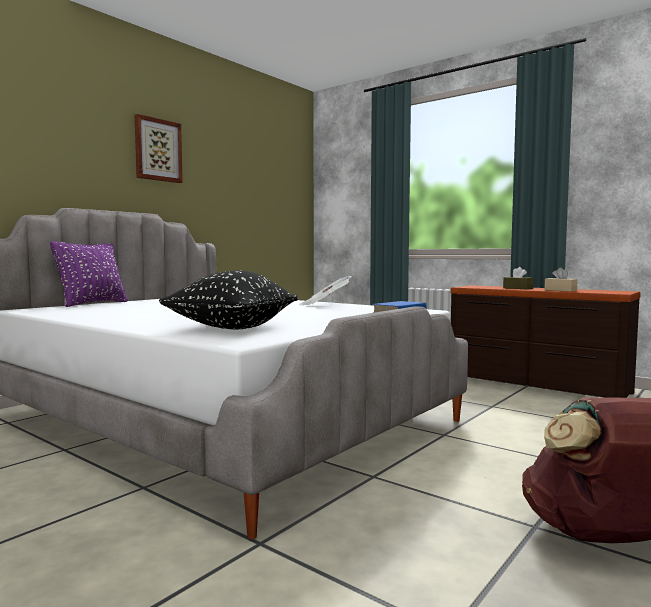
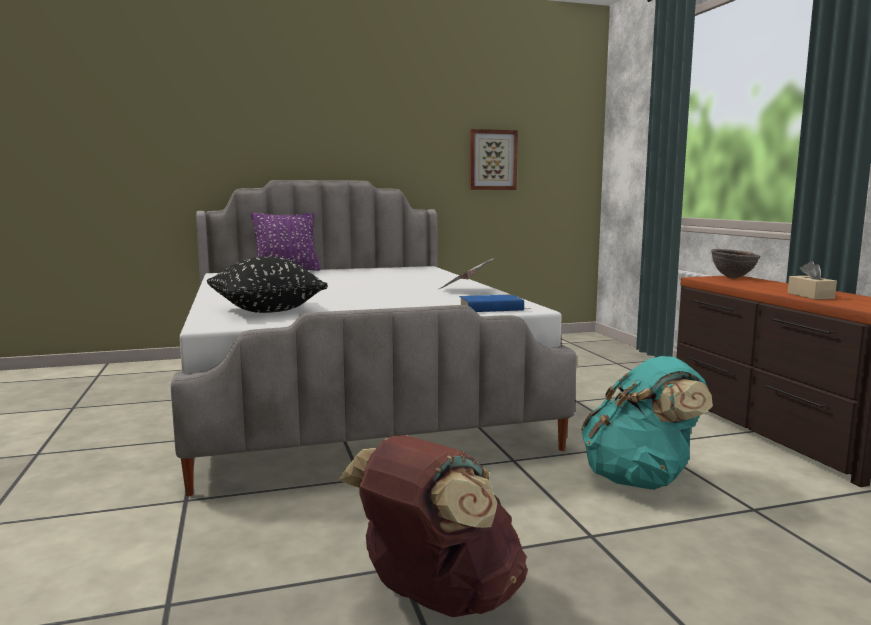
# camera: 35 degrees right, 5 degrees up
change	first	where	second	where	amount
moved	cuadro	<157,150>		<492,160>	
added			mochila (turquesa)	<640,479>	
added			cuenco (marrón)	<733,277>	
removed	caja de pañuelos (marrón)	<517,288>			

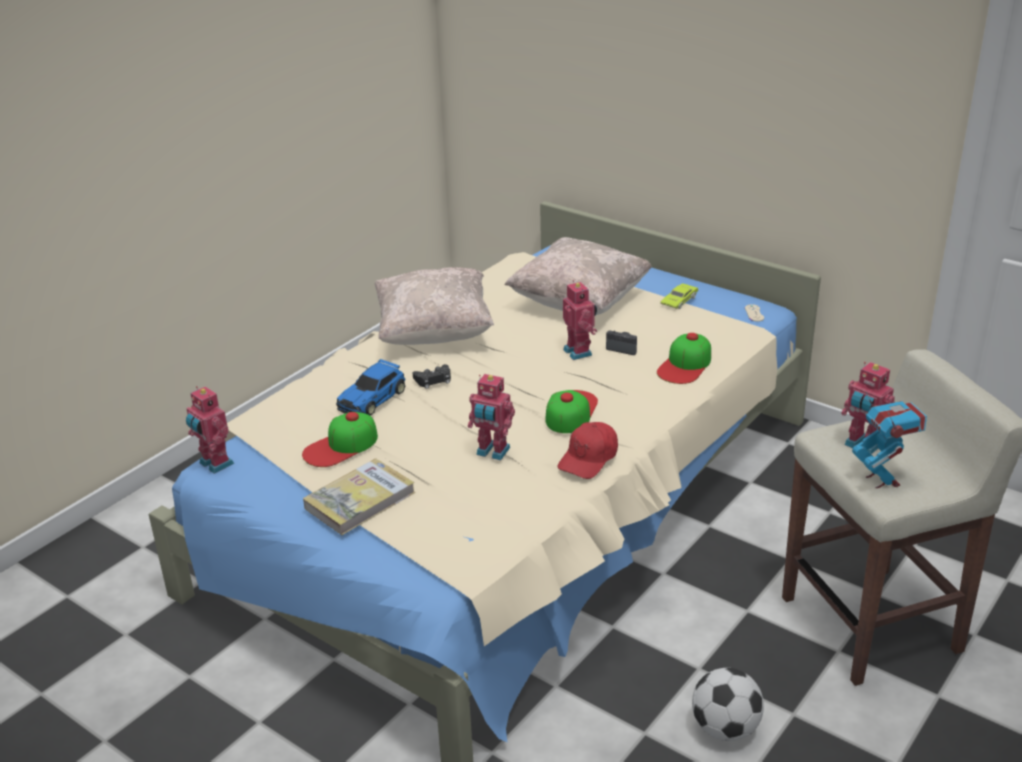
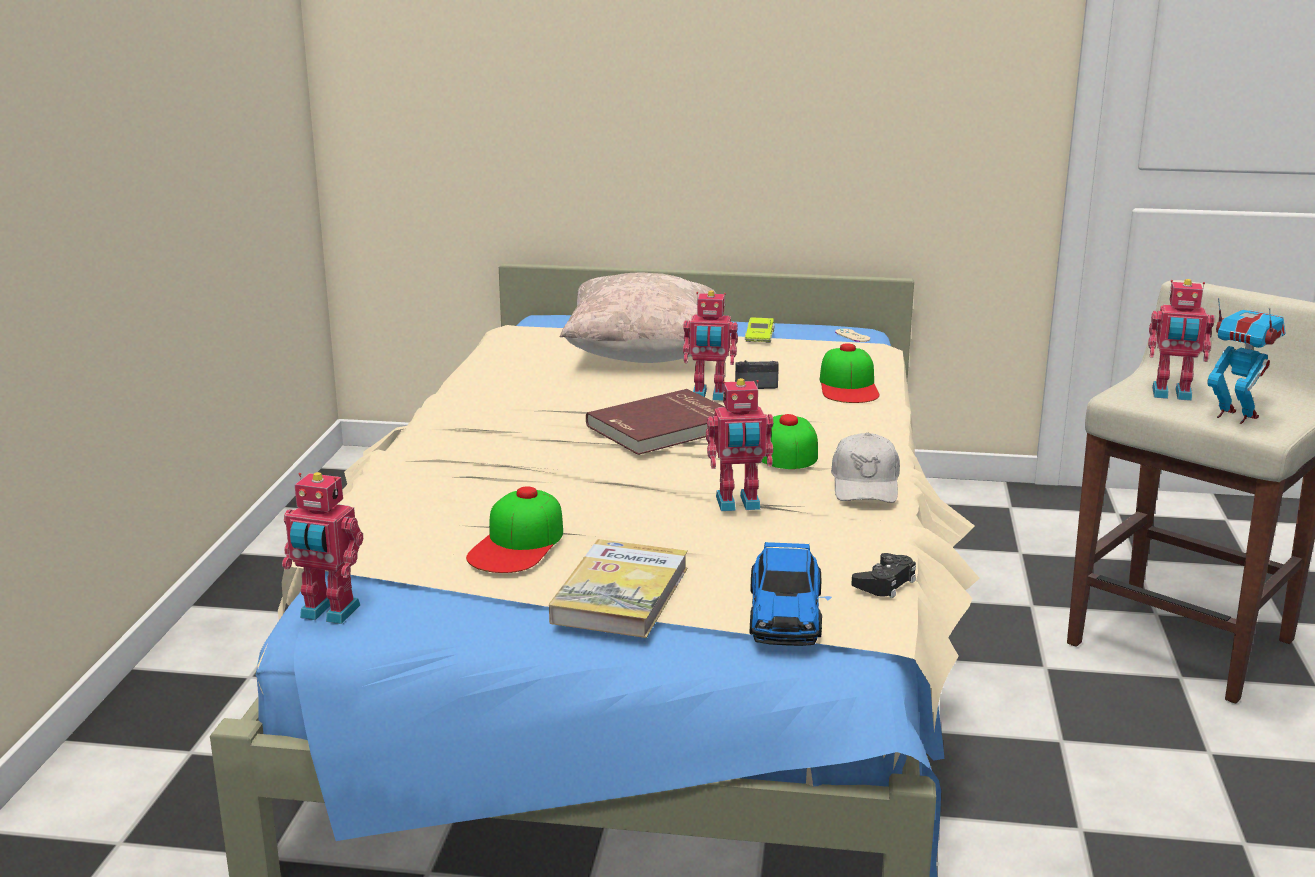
# camera: 30 degrees left, 10 degrees down
change	first	where	second	where	amount
added			libro (rojo)	<664,428>	
turned	robot de juguete	<579,352>		<709,396>	150 degrees clockwise
moved	coche de juguete	<373,398>		<785,613>	
recoloured	gorra (rojo)	<589,458>	gorra (blanco)	<865,485>	
moved	mando de consola (negro)	<433,380>		<885,582>	
removed	cojín (beis)	<434,333>			
removed	balón de fútbol	<725,728>			

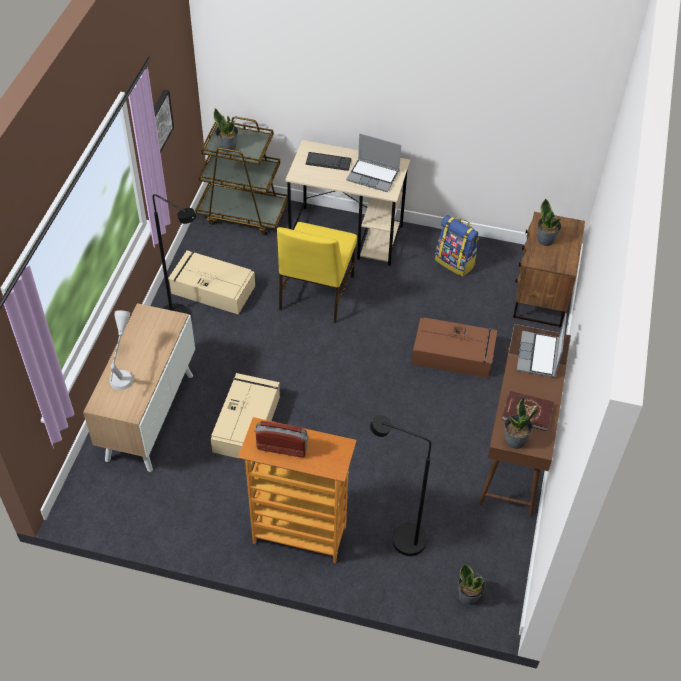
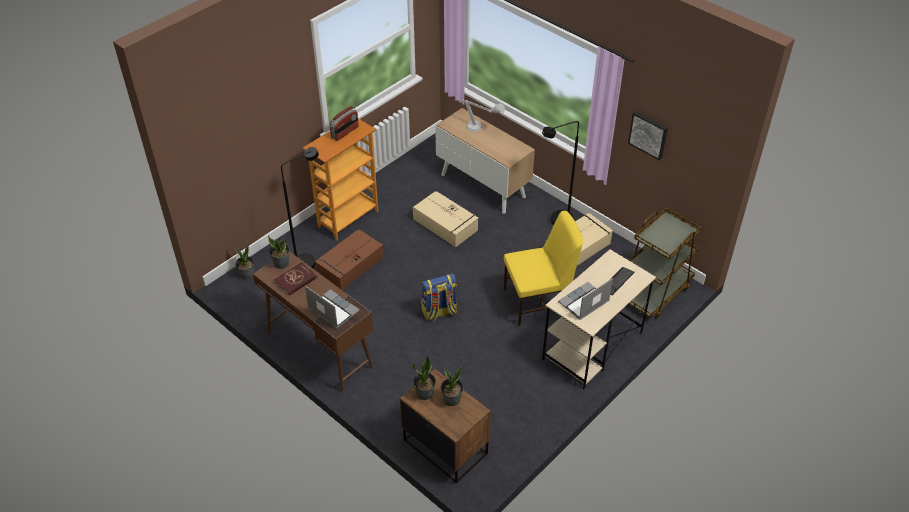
# camera: 120 degrees right, 5 degrees down
change	first	where	second	where	amount
moved	caja de almacenaje (marrón)	<454,354>		<350,266>	
moved	planta en maceta	<228,147>		<425,393>	
moved	mochila	<455,262>		<439,312>	
turned	silla (amarillo)	<315,293>		<539,302>	120 degrees clockwise

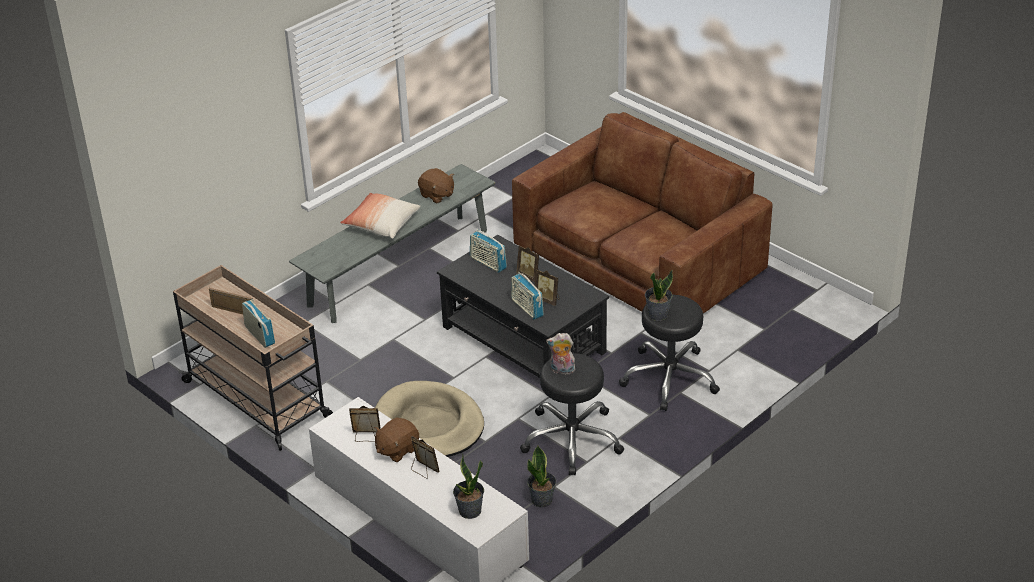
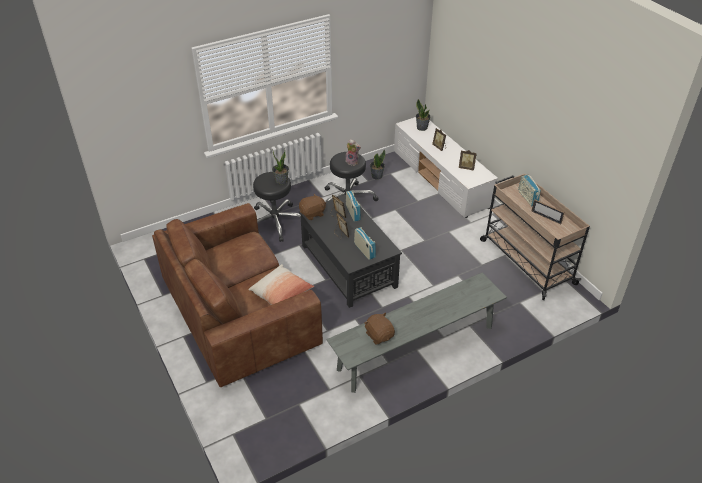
# camera: 165 degrees left, 5 degrees up
change	first	where	second	where	amount
moved	cojín	<381,224>		<282,294>	
moved	peluche (marrón)	<397,450>		<312,214>	
removed	cama para perro (beis)	<429,425>			

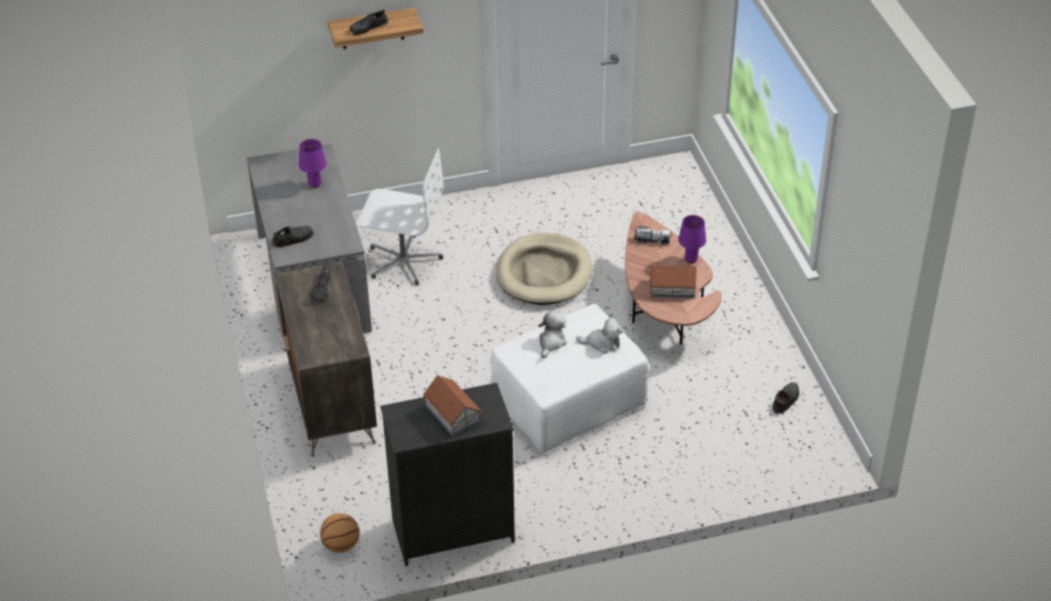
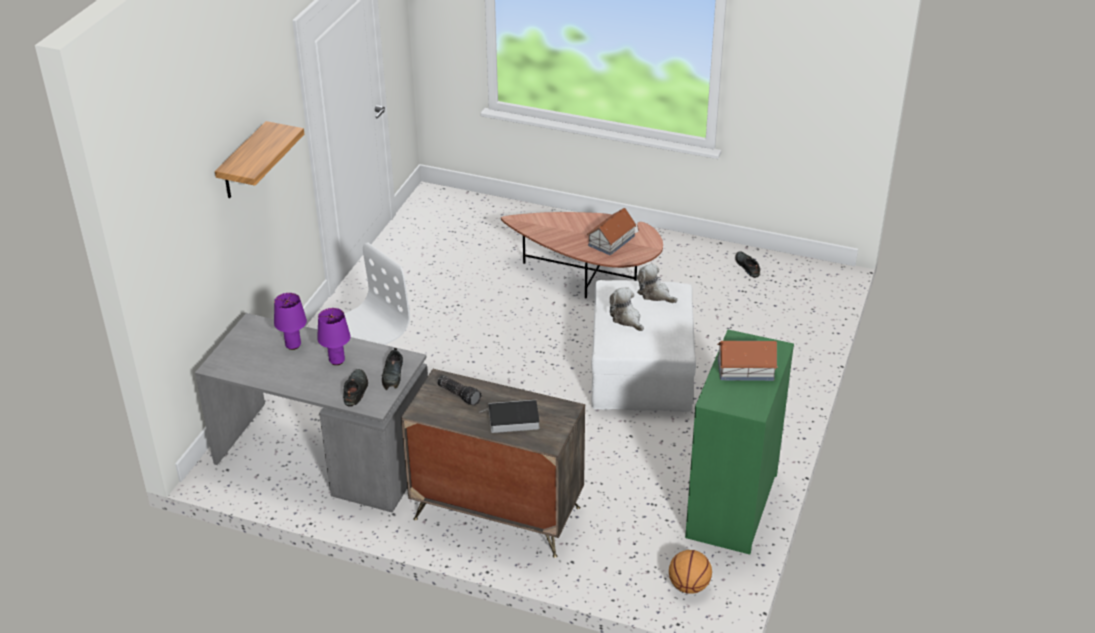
# camera: 55 degrees left, 5 degrees down
change	first	where	second	where	amount
moved	lámpara de mesa (morado)	<691,259>		<337,361>	
moved	zapato (negro)	<368,27>		<393,374>	
added			libro	<512,419>	
turned	peluche	<602,343>		<655,294>	90 degrees counterclockwise
recoloured	cómoda (negro)	<452,530>	cómoda (verde)	<731,505>	
removed	cama para perro (beis)	<544,273>			
removed	camión de juguete	<652,240>			

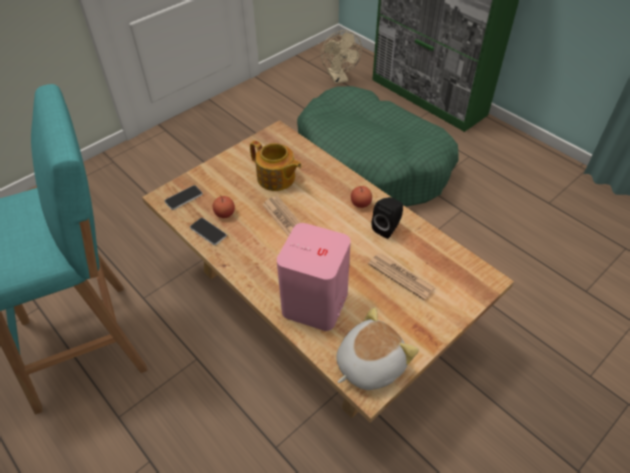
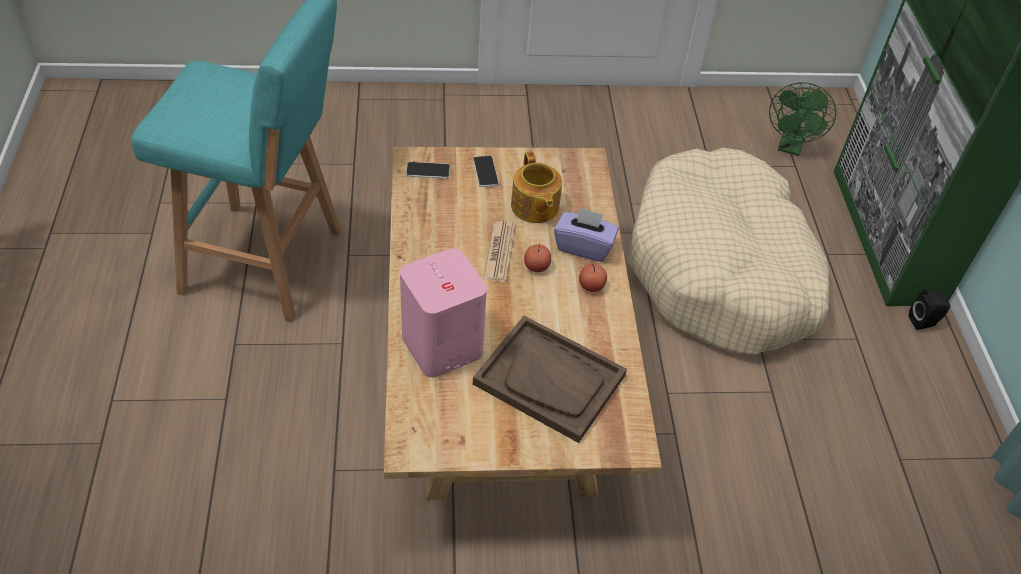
# camera: 35 degrees right, 0 degrees up
change	first	where	second	where	amount
moved	móvil	<208,232>		<485,172>	
replaced	periódico	<401,276>	bandeja (marrón)	<550,380>	
moved	manzana	<225,214>		<536,266>	
added			caja de pañuelos (morado)	<584,246>	
recoloured	cama para perro (verde)	<372,163>	cama para perro (beis)	<721,271>	
recoloured	ventilador (beis)	<339,79>	ventilador (verde)	<790,147>	
moved	altavoz (negro)	<387,228>		<924,322>	
removed	peluche	<369,364>			

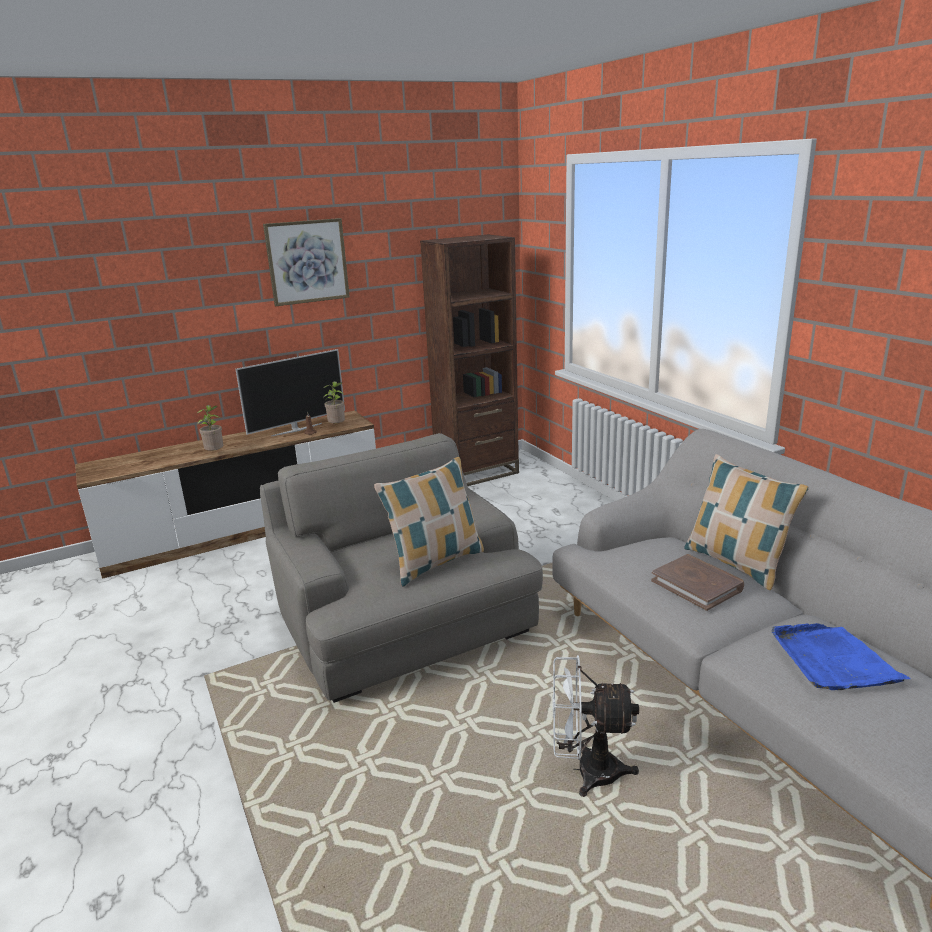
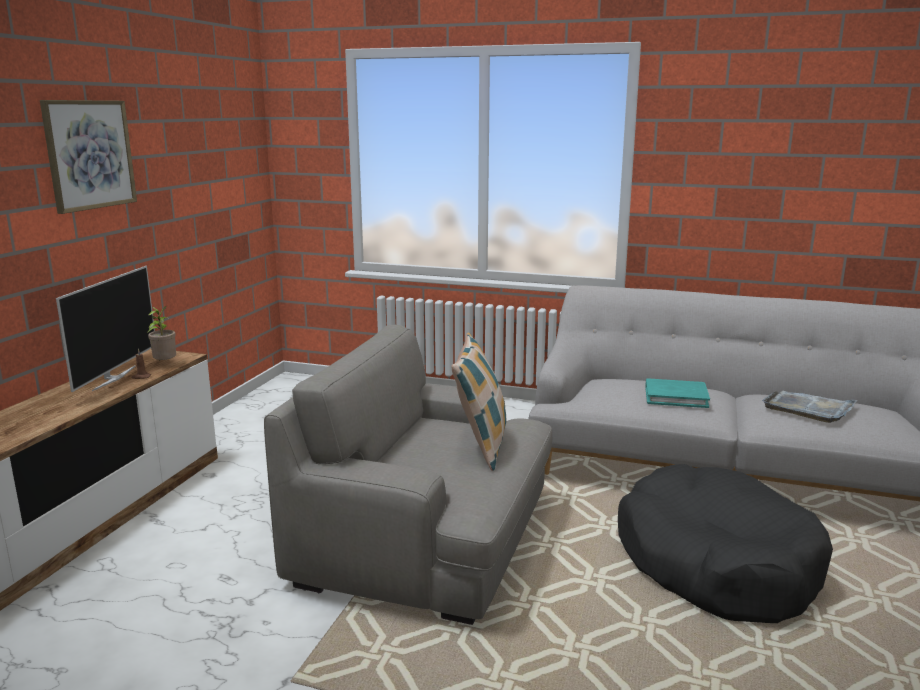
# camera: 45 degrees left, 5 degrees down
change	first	where	second	where	amount
replaced	ventilador (blanco)	<586,771>	cama para perro (negro)	<715,563>	
recoloured	libro (marrón)	<697,585>	libro (turquesa)	<676,396>	
recoloured	bandeja (azul)	<832,661>	bandeja (gris)	<809,408>	
removed	planta en maceta	<215,454>			
removed	estantería (marrón)	<477,473>			
removed	cojín	<736,563>			

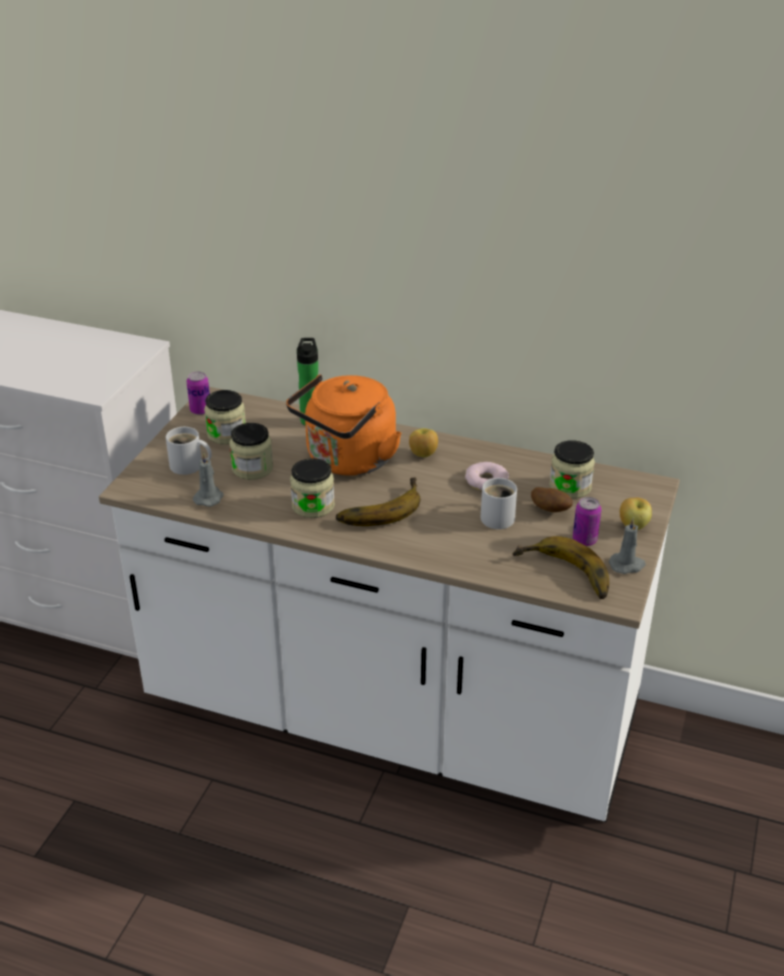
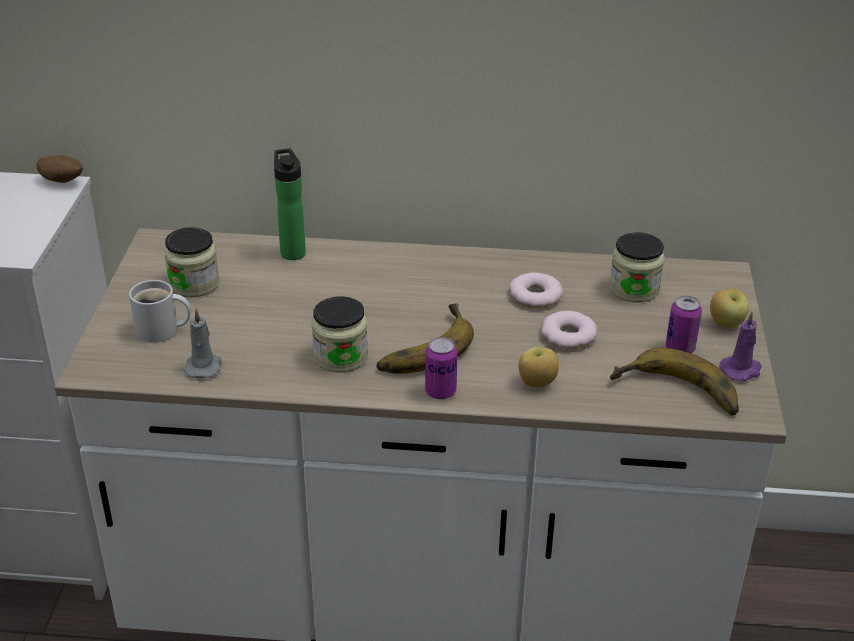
# camera: 15 degrees left, 0 degrees up
change	first	where	second	where	amount
moved	patata	<550,510>		<62,182>	
moved	lata	<200,410>		<440,391>	
moved	manzana	<423,455>		<536,383>	
replaced	taza grande (blanco)	<498,516>	rosquilla	<568,335>	
recoloured	vela (gris)	<627,565>	vela (morado)	<741,370>	
removed	tarro	<252,468>			
removed	hervidor (naranja)	<347,461>			

